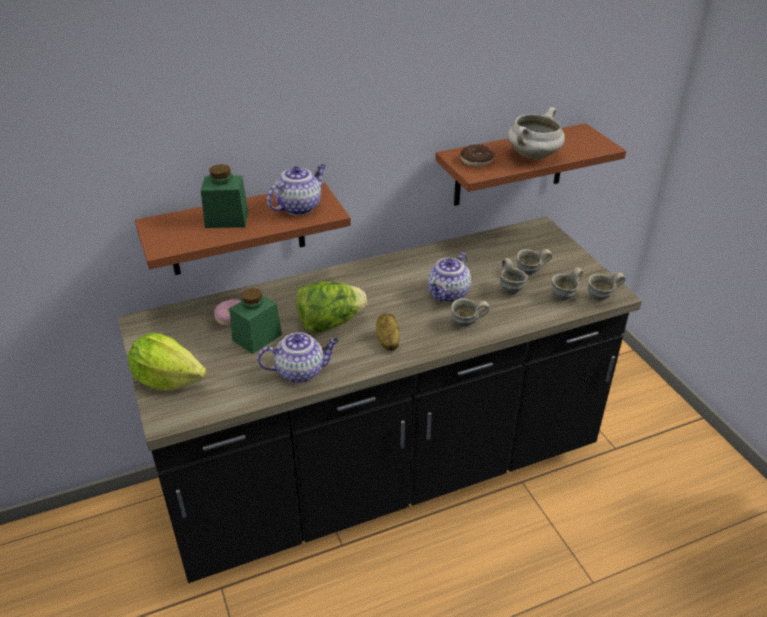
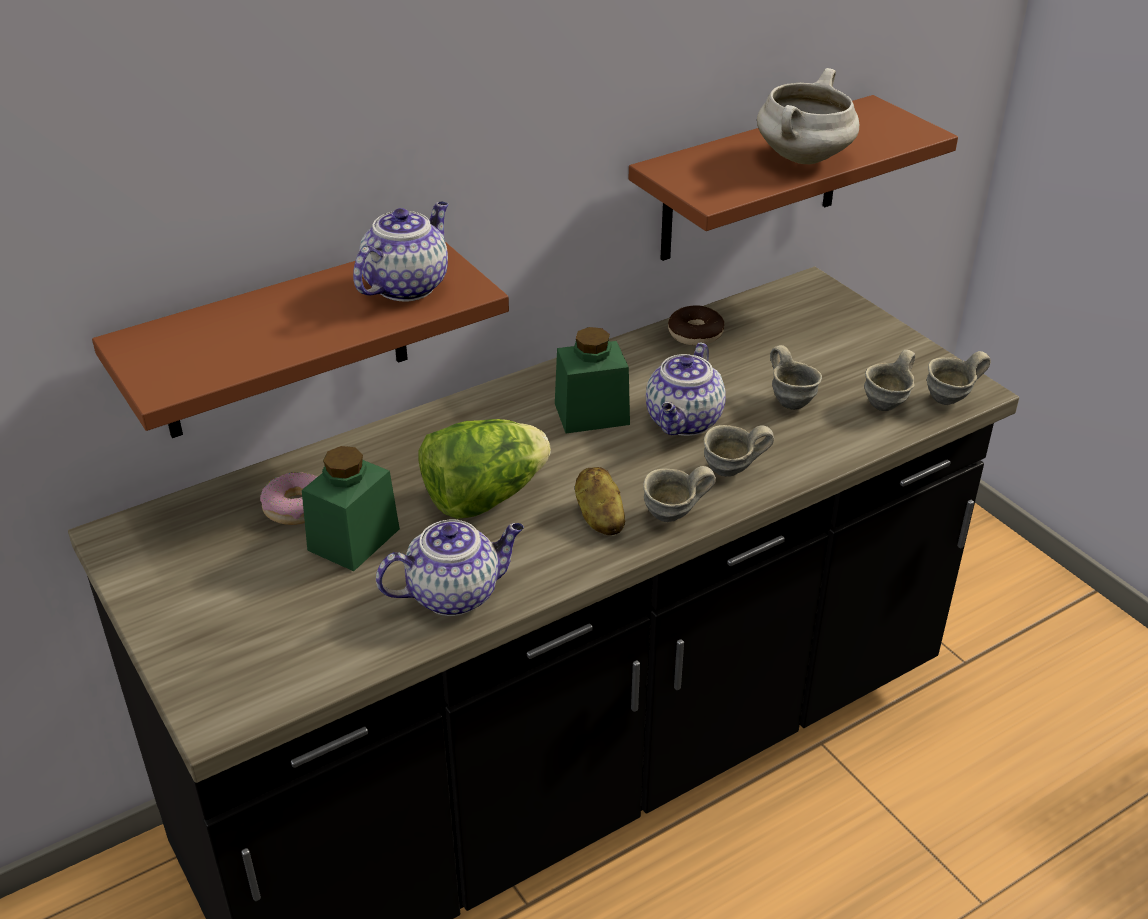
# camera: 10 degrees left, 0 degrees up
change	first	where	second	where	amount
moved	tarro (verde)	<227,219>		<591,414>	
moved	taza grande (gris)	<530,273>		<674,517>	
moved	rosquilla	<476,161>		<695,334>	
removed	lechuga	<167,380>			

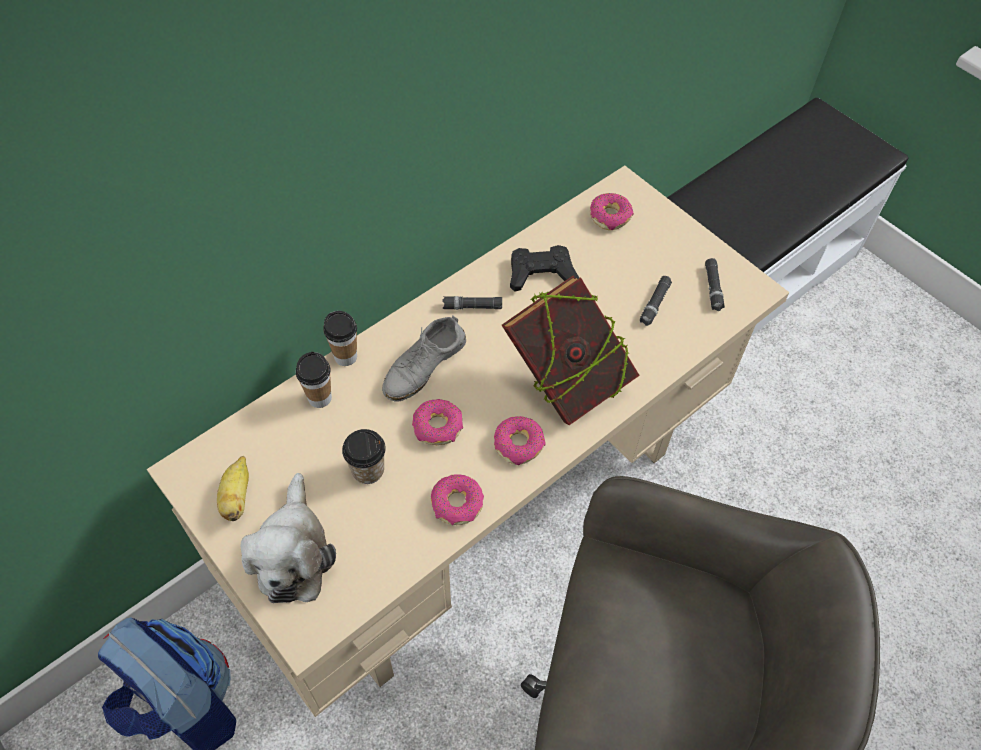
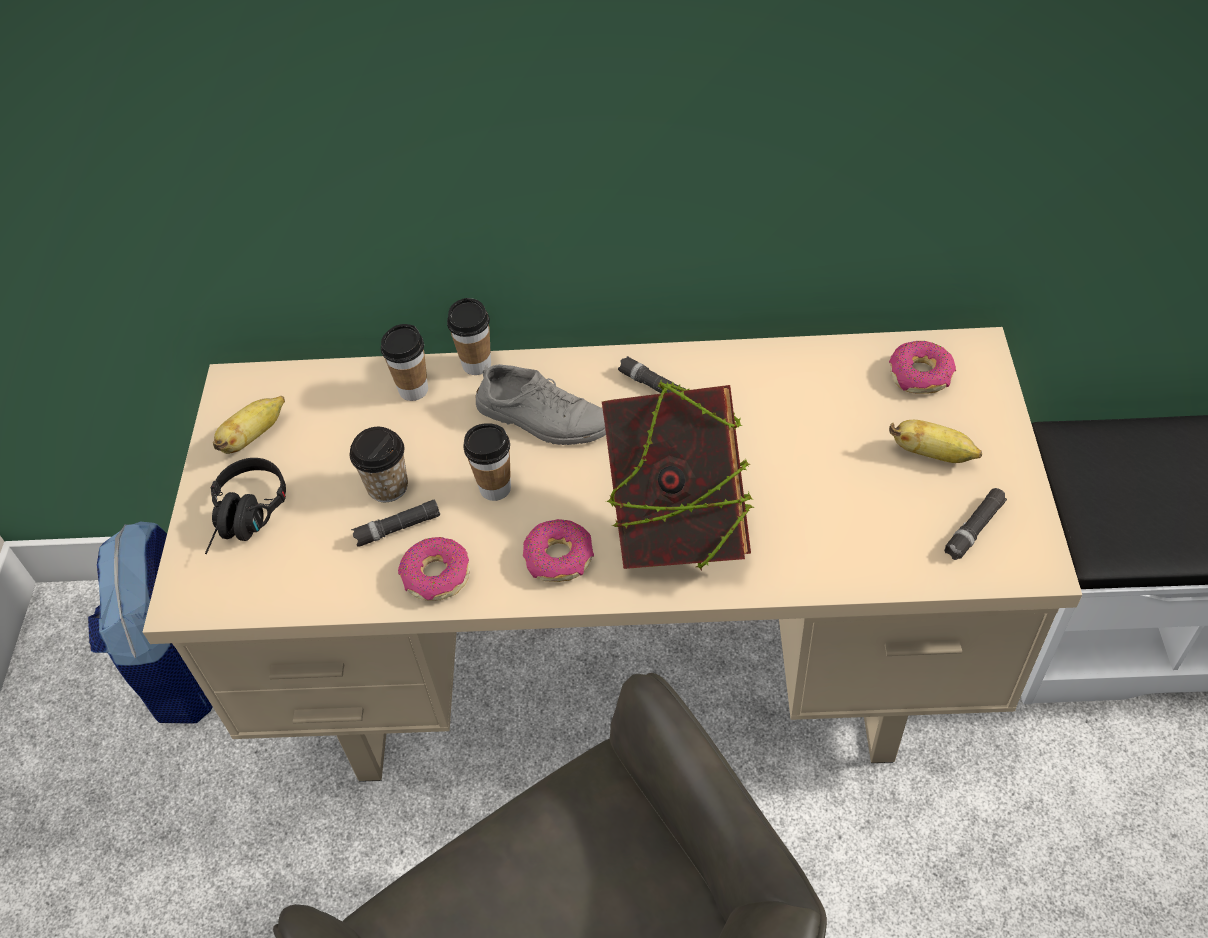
# camera: 45 degrees right, 5 degrees down
change	first	where	second	where	amount
replaced	peluche	<293,553>	auriculares (negro)	<247,519>	
moved	linterna (negro)	<655,304>		<397,528>	
replaced	rosquilla	<438,427>	taza	<495,488>	
turned	zapato (gris)	<424,366>		<543,418>	150 degrees counterclockwise
added			plátano	<933,454>	
removed	mando de consola (negro)	<541,273>			

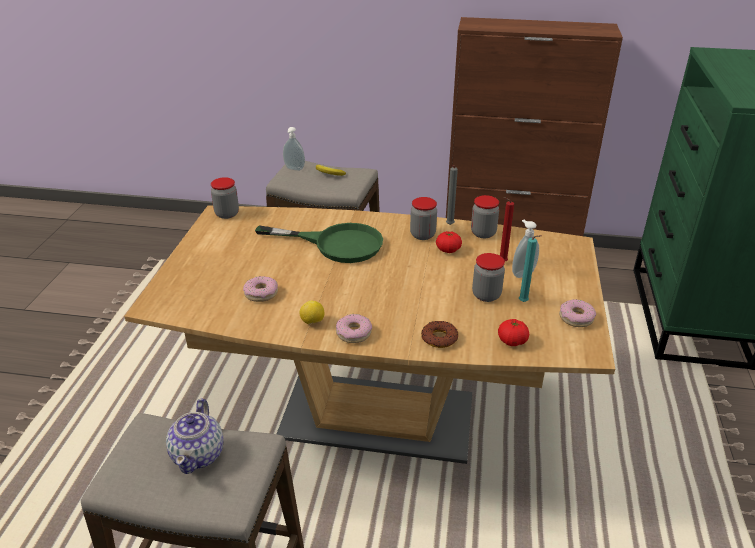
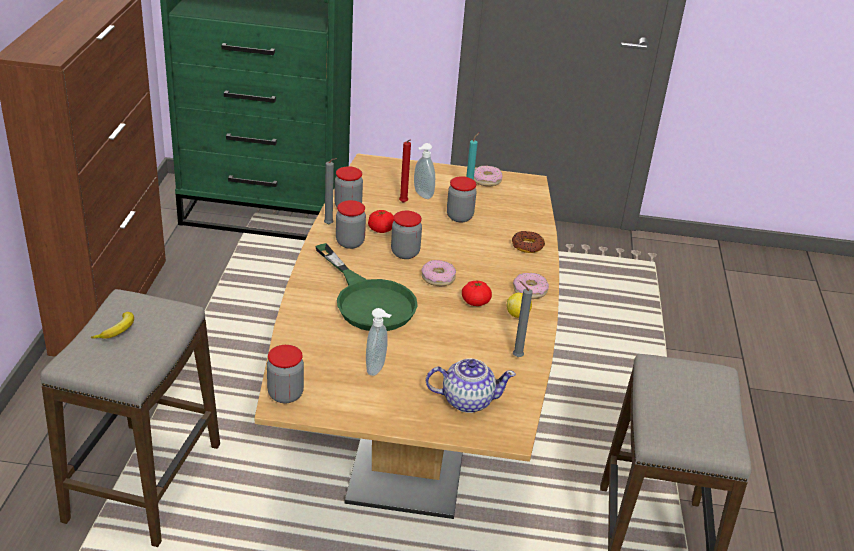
# camera: 95 degrees left, 0 degrees up
change	first	where	second	where	amount
turned	sartén (verde)	<336,244>		<368,300>	135 degrees clockwise
moved	dispensador de jabón	<294,169>		<377,369>	
added			tarro	<405,253>	
moved	rosquilla	<261,293>		<438,278>	
moved	tetera	<199,454>		<467,400>	
moved	tomate	<512,341>		<475,302>	
added			vela (gris)	<515,356>	

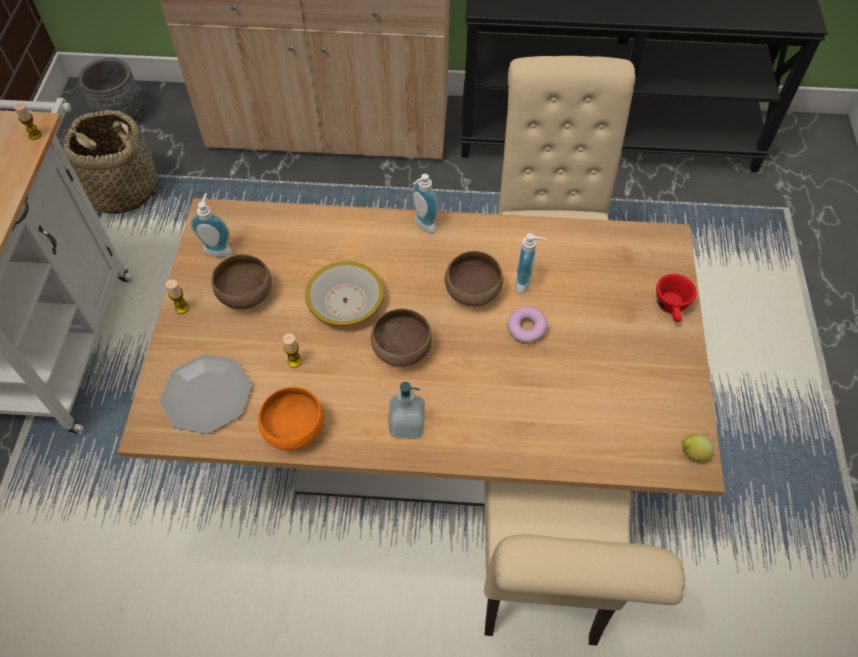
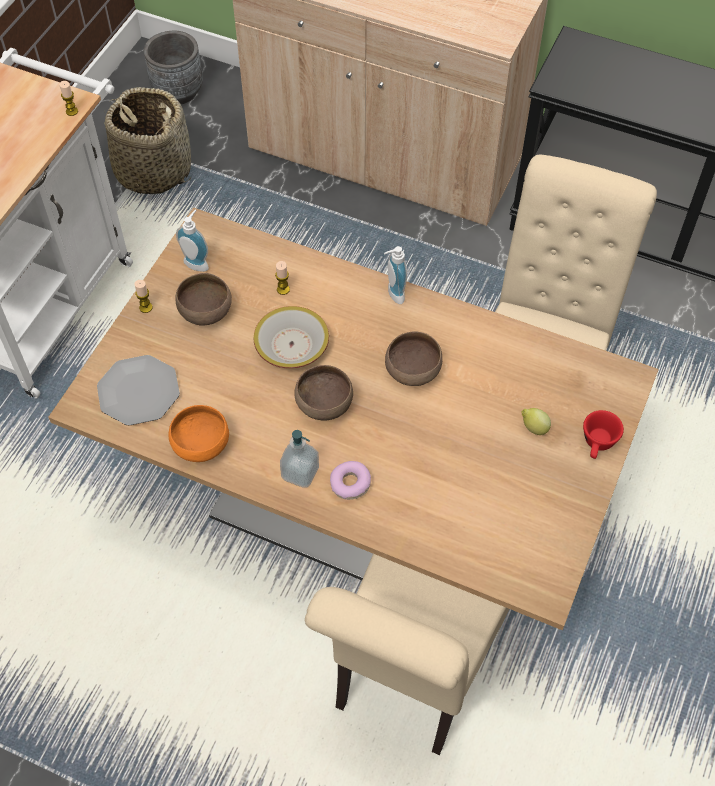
# camera: 20 degrees right, 0 degrees up
change	first	where	second	where	amount
moved	vela	<295,361>		<283,289>	
moved	rosquilla	<526,329>		<350,483>	
moved	limón	<692,454>		<533,428>	
removed	dispensador de jabón	<526,283>			

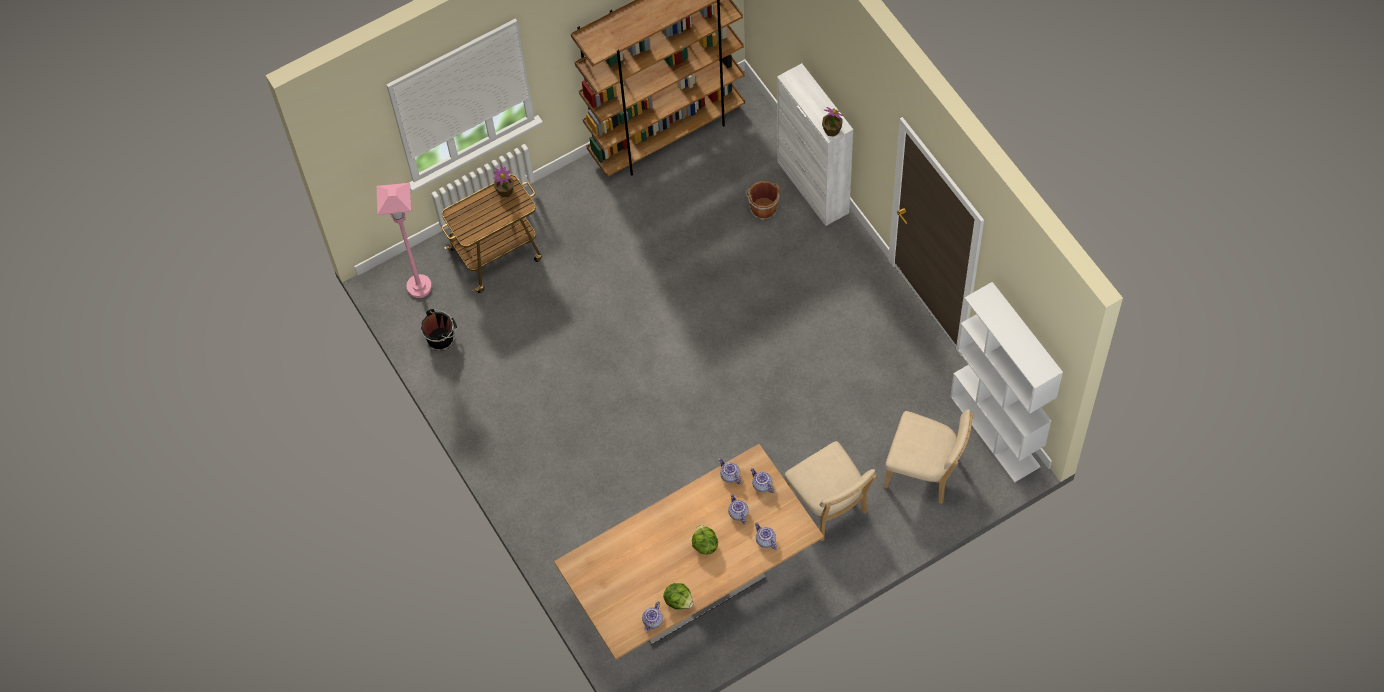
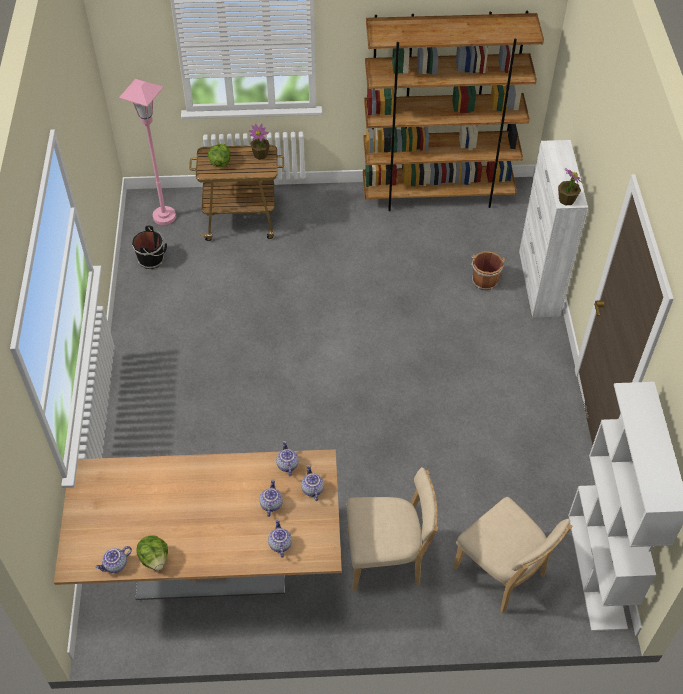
# camera: 25 degrees right, 10 degrees down
change	first	where	second	where	amount
moved	lechuga	<704,545>		<220,162>	
turned	silla (beis)	<829,507>		<387,559>	90 degrees counterclockwise

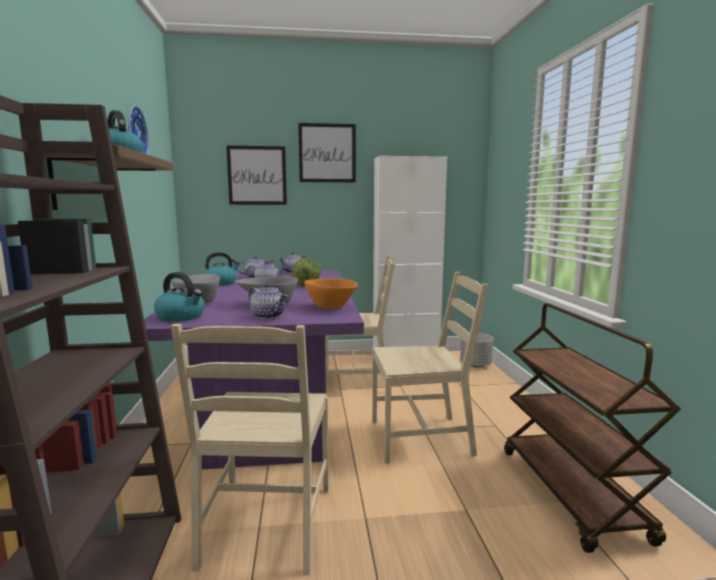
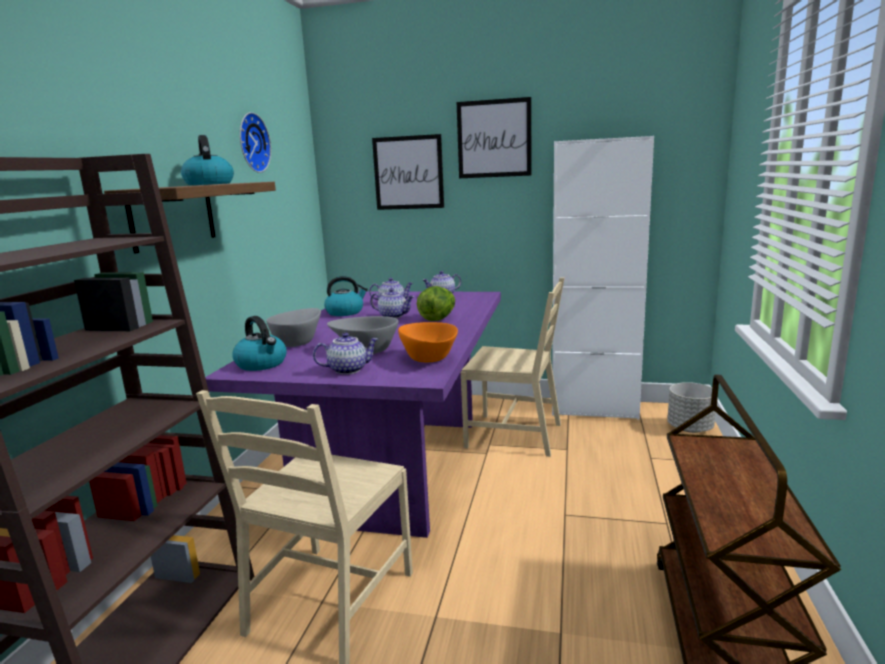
# camera: 20 degrees right, 5 degrees up
change	first	where	second	where	amount
turned	tetera	<269,316>		<348,369>	75 degrees counterclockwise
removed	silla (beis)	<421,437>			

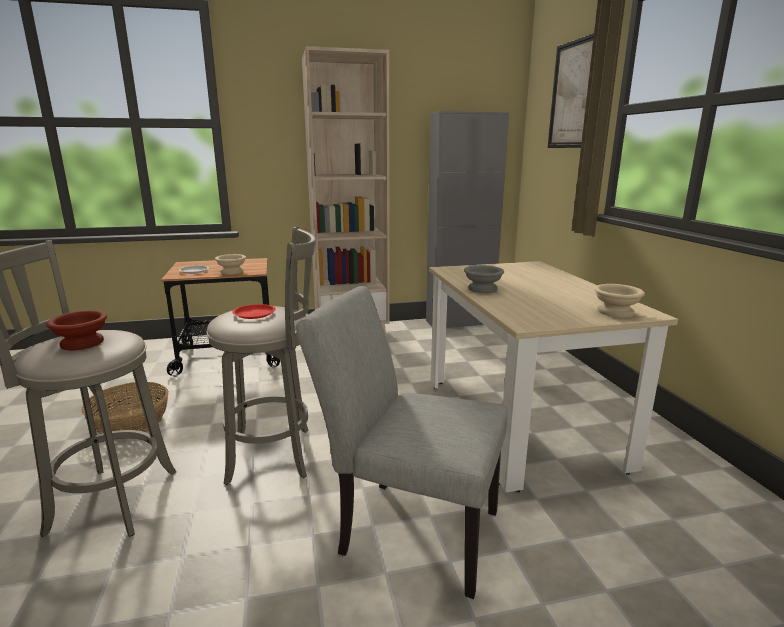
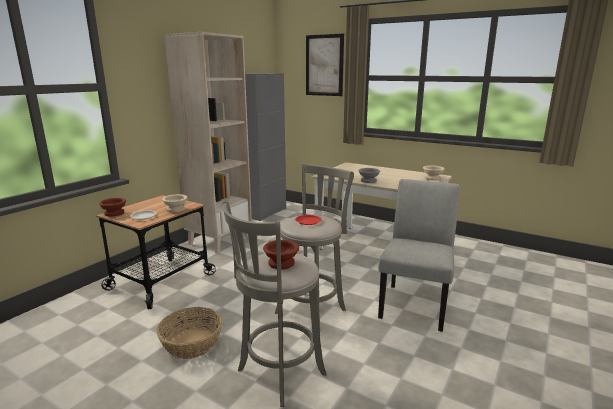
# camera: 45 degrees left, 0 degrees up
change	first	where	second	where	amount
added			cuenco (marrón)	<114,213>	
turned	silla (gris)	<408,528>		<415,303>	135 degrees clockwise

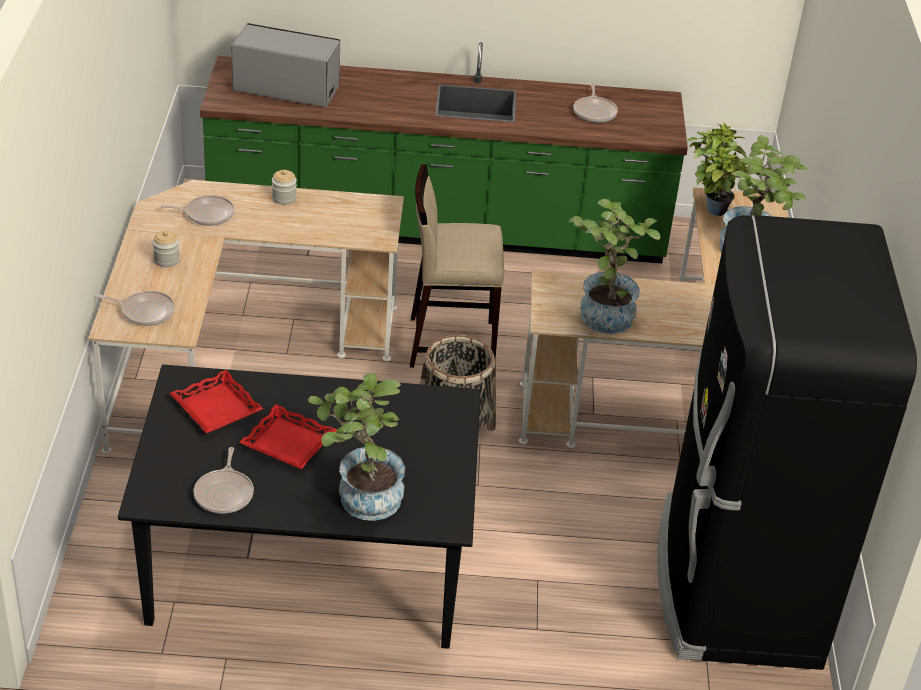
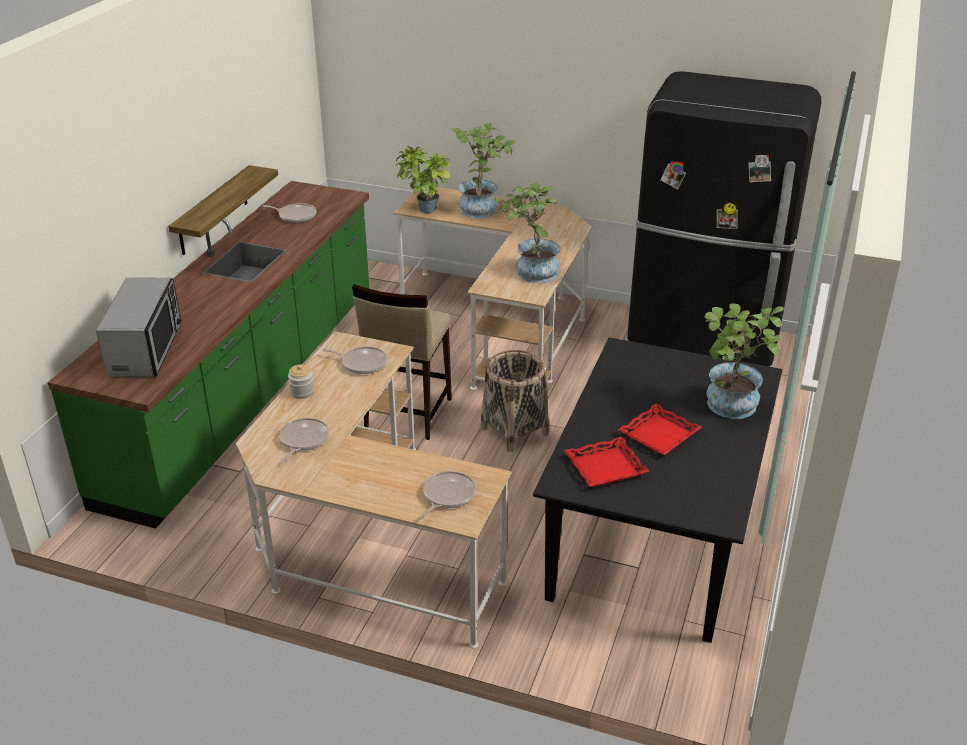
# camera: 70 degrees left, 5 degrees down
change	first	where	second	where	amount
turned	microondas	<286,88>		<146,349>	150 degrees clockwise
added			estante	<213,211>	
moved	sartén	<224,493>		<362,363>	
removed	tarro	<166,260>			

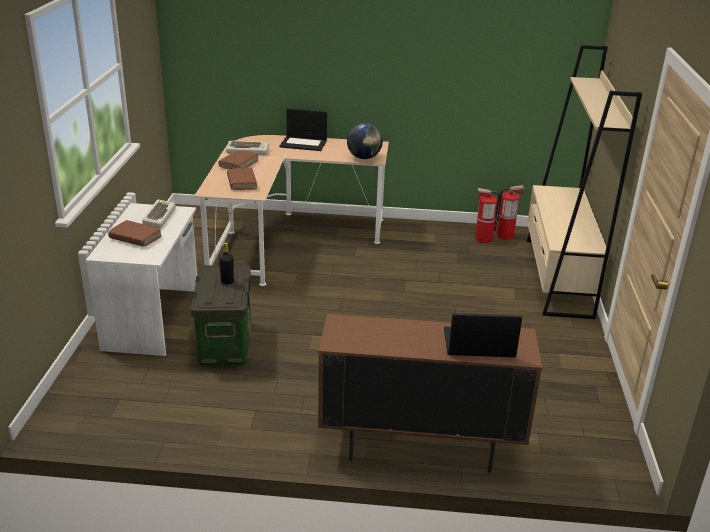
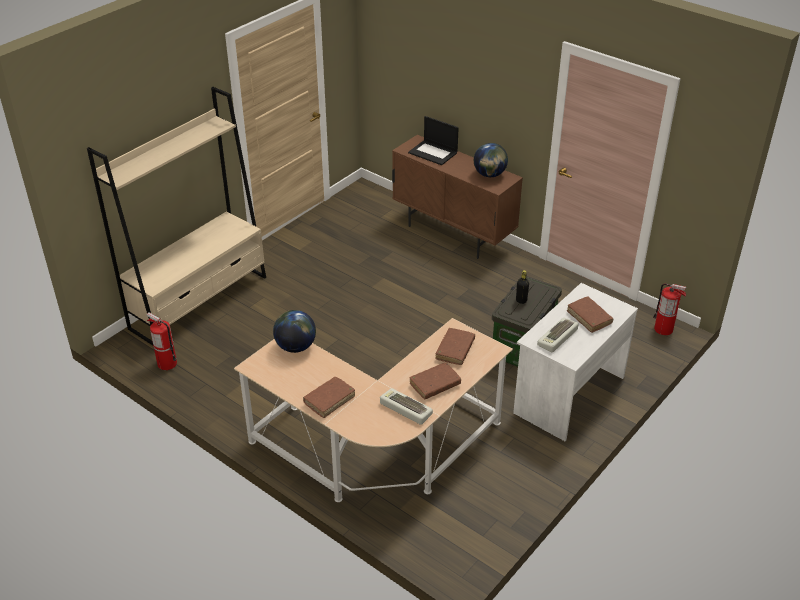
# camera: 145 degrees left, 10 degrees up
change	first	where	second	where	amount
replaced	portátil	<304,143>	libro (marrón)	<329,400>	
added			globo terráqueo	<489,174>	
moved	extintor	<483,239>		<663,329>	

